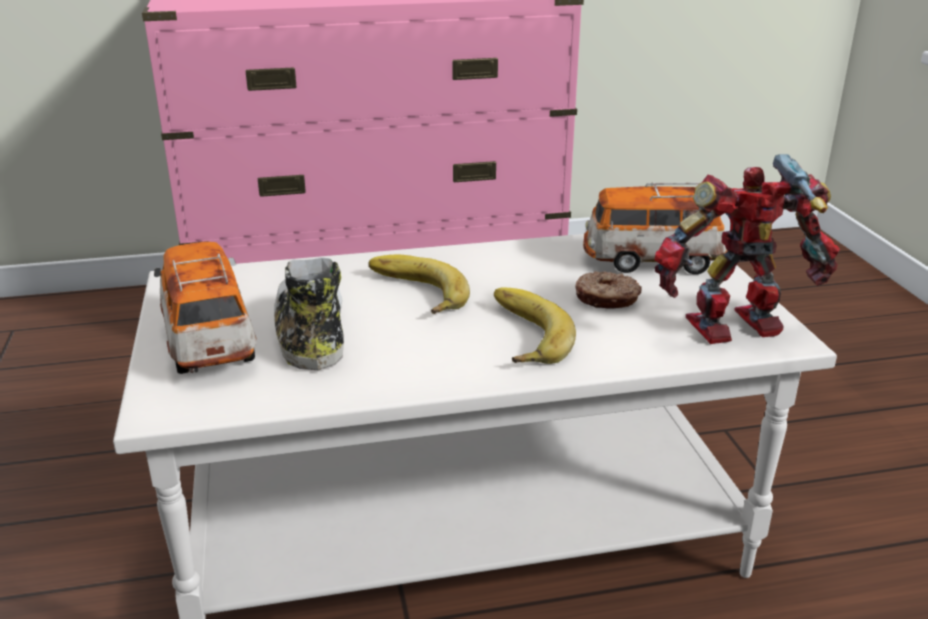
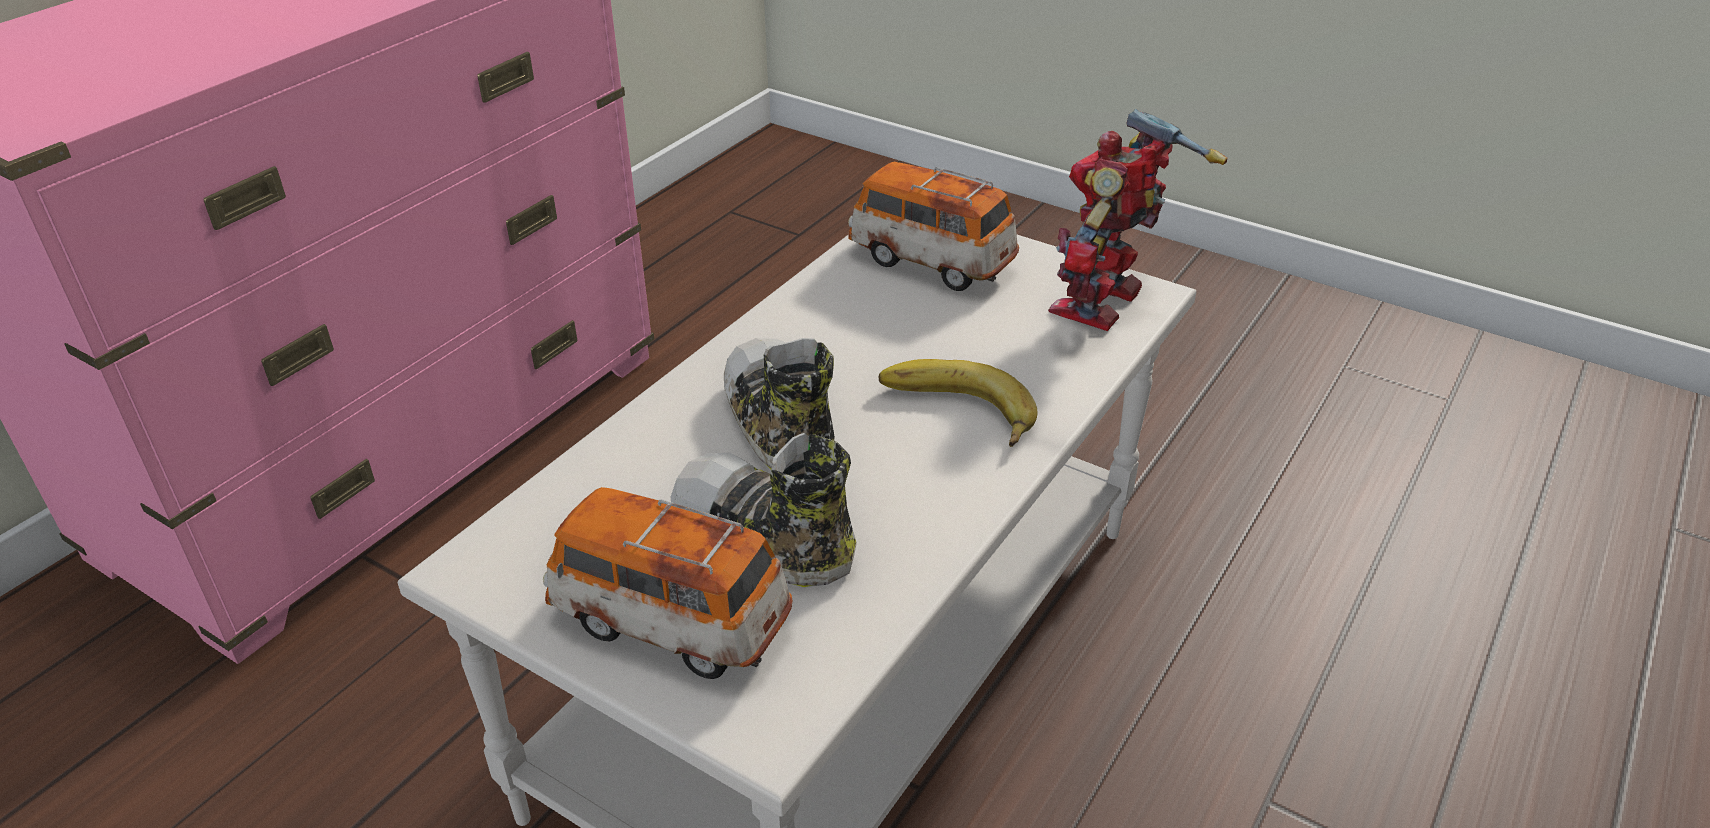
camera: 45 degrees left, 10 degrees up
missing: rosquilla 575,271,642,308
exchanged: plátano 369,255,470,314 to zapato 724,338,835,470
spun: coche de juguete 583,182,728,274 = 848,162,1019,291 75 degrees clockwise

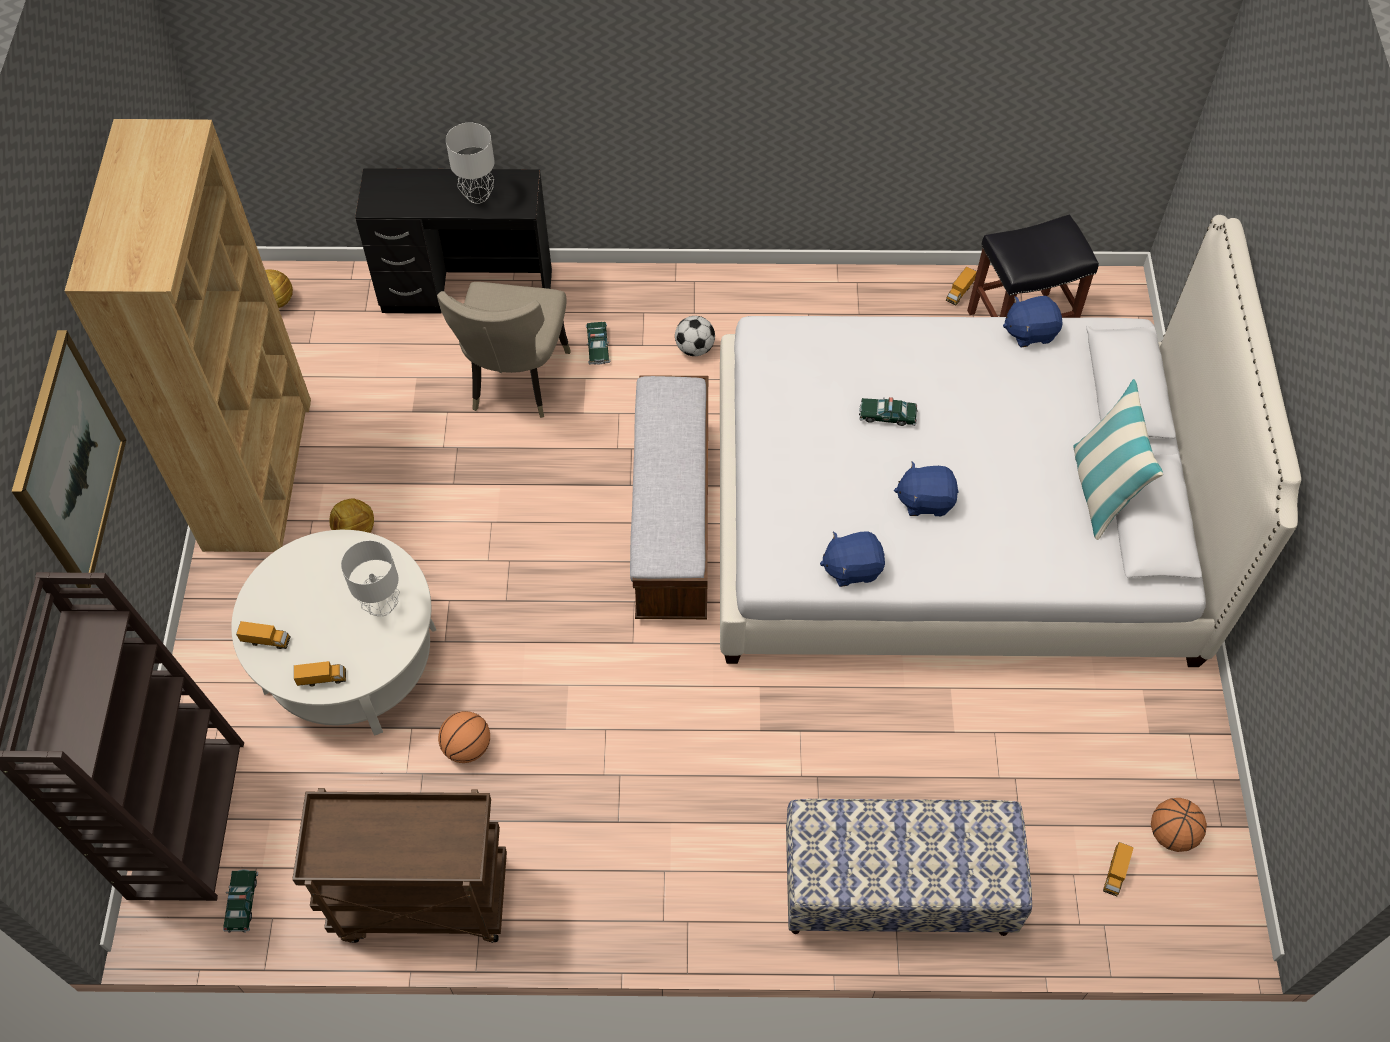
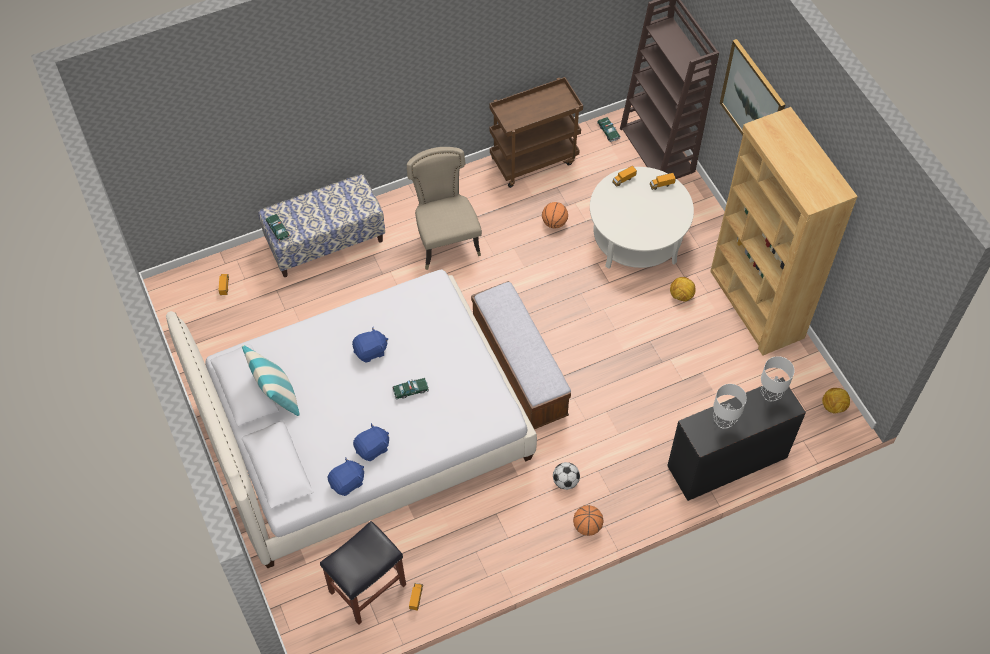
camera: 155 degrees right, 0 degrees up
relocated: lámpara de mesa (gris) 341,540,400,616 to 760,356,794,402; silla (beis) 437,282,571,418 to 407,147,482,270; coche de juguete 586,322,610,365 to 265,214,290,242; peluche (azul) 820,531,885,587 to 353,423,389,461; balón de baloncesto 1151,798,1207,852 to 573,505,603,536

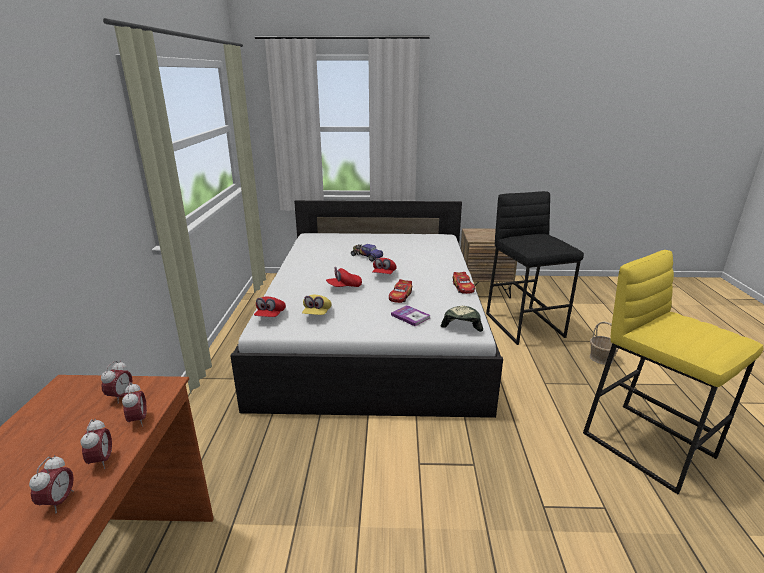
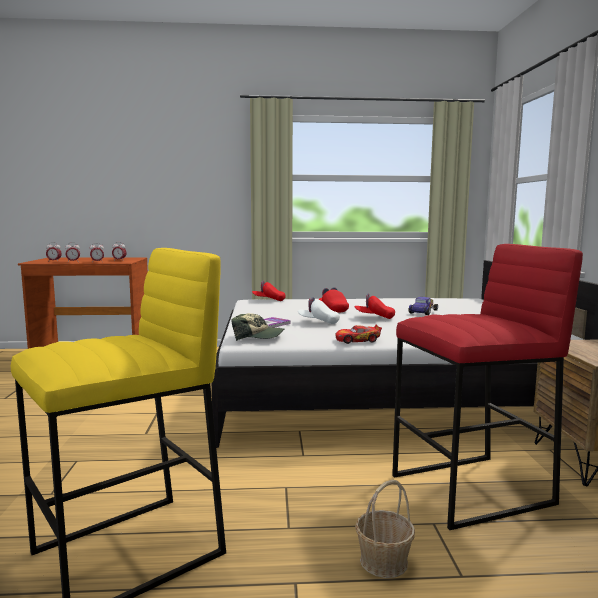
camera: 85 degrees right, 15 degrees down
missing: gorra (amarillo) 302,295,332,315
exchanged: coche de juguete 389,279,412,303 to gorra (blanco) 298,297,340,324
colour: taburete (negro) 486,191,584,345 to taburete (rojo) 392,244,583,530

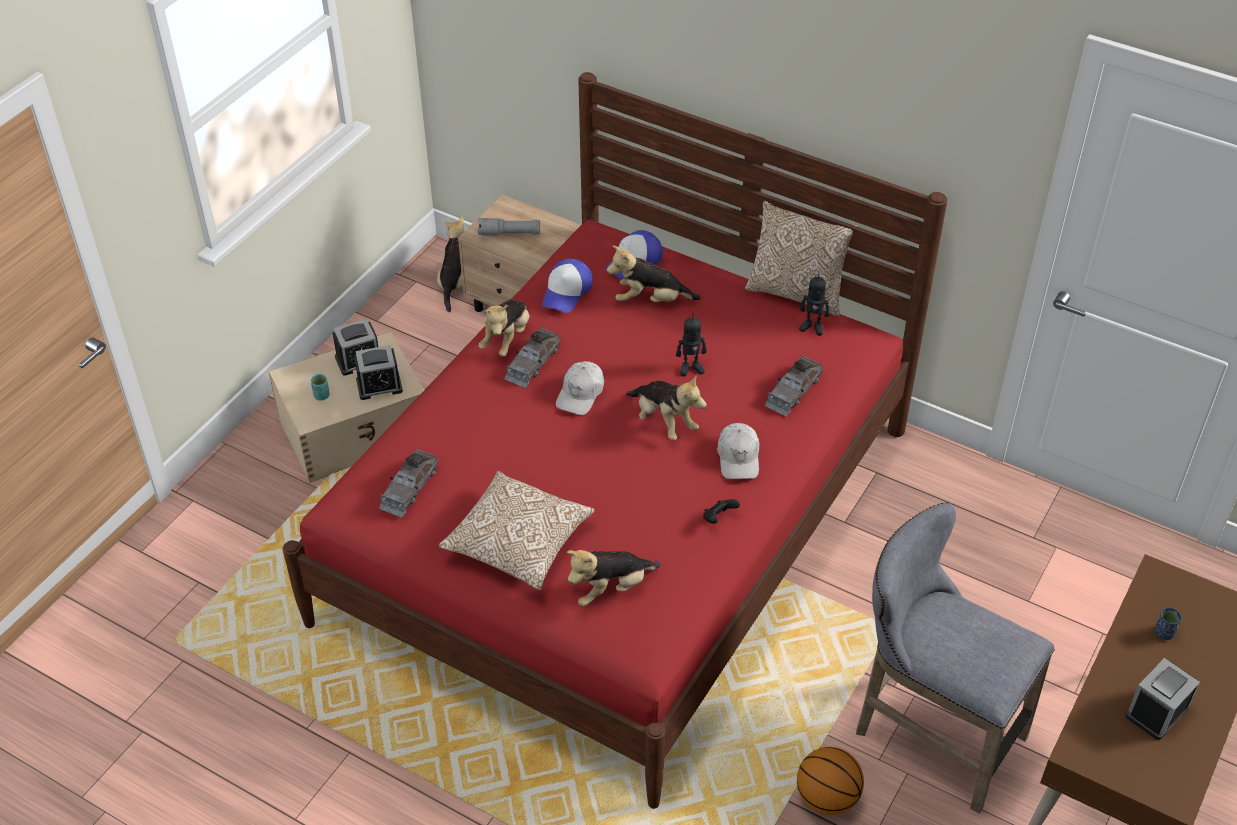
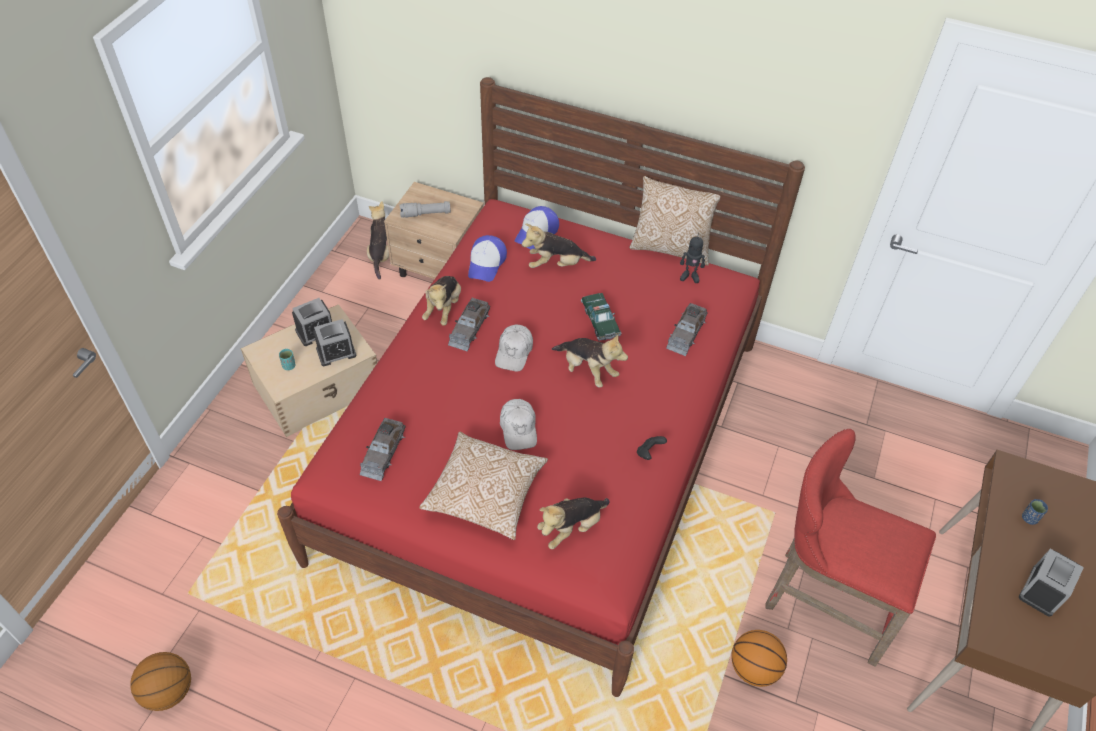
camera: 10 degrees left, 5 degrees up
appeared: balón de baloncesto 130,652,191,711
relocated: gorra (blanco) 717,423,759,479 to 500,399,537,450
exchanged: robot de juguete 676,318,707,377 to coche de juguete 581,293,622,341
colour: taburete (gris) 856,502,1055,814 to taburete (rojo) 765,429,936,667

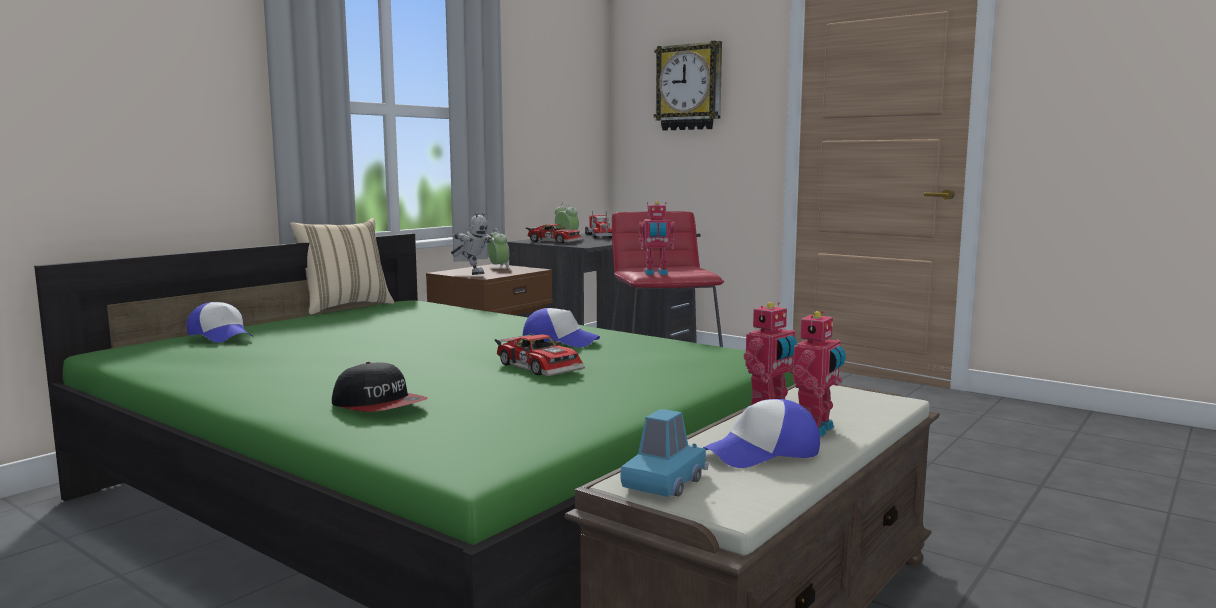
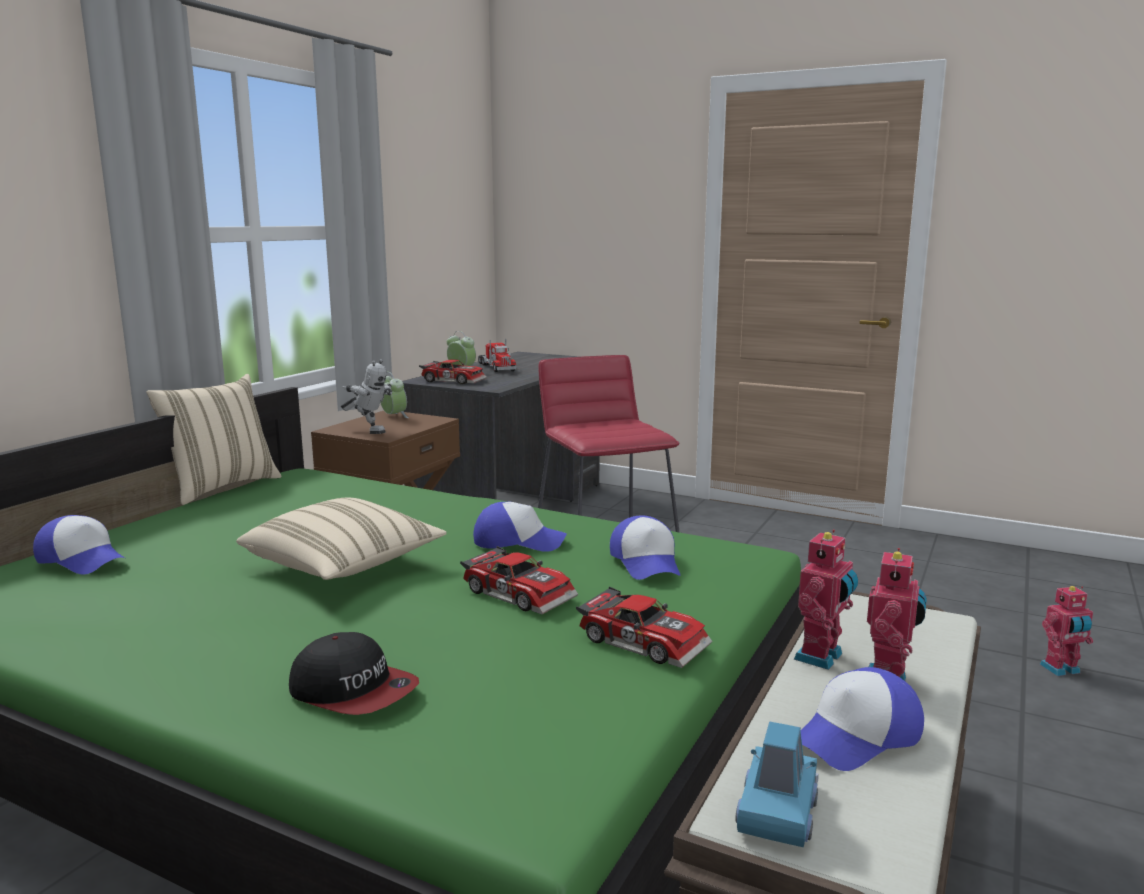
camera: 10 degrees left, 5 degrees up
missing: reloj de pared 654,41,722,131
appeared: cojín (beis) 236,497,447,580; coche de juguete 576,586,712,668; gorra 610,516,680,580
relocated: robot de juguete 638,201,675,275 to 1040,586,1093,676

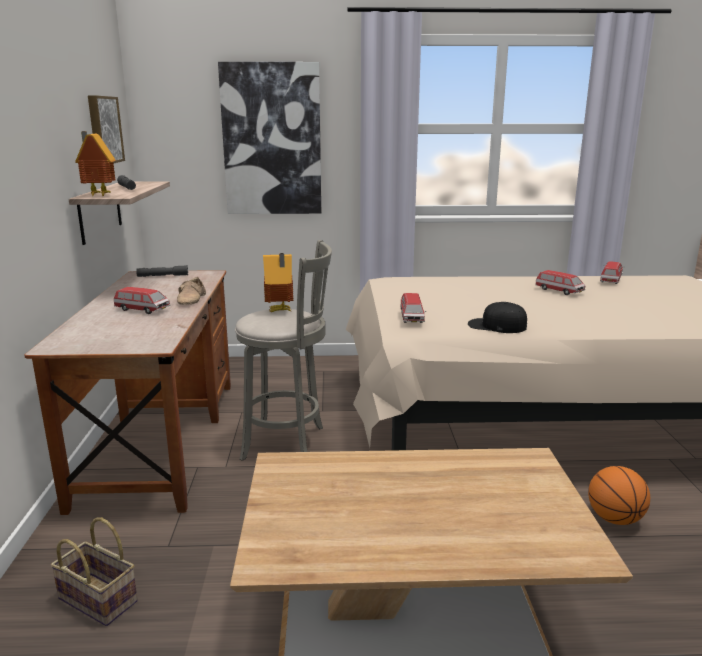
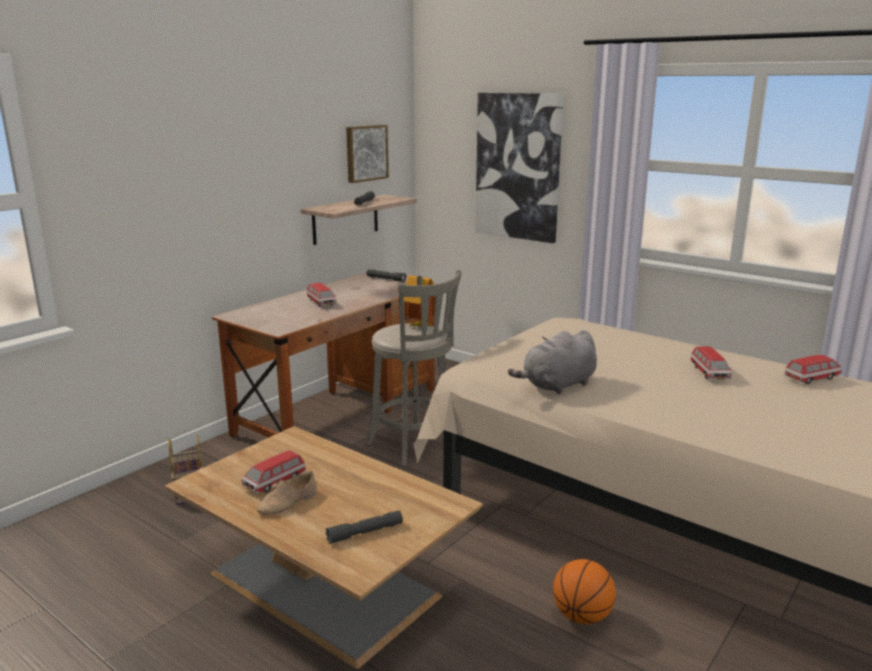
camera: 40 degrees right, 0 degrees up
missing: casita 75,131,116,196
appeared: linterna (gris) 326,511,403,544
relocated: zapato (beis) 177,277,206,305 to 257,471,317,515; coche de juguete 401,293,426,323 to 242,450,306,494
exchanged: gorra (negro) 468,302,527,333 to peluche (gris) 508,330,597,394

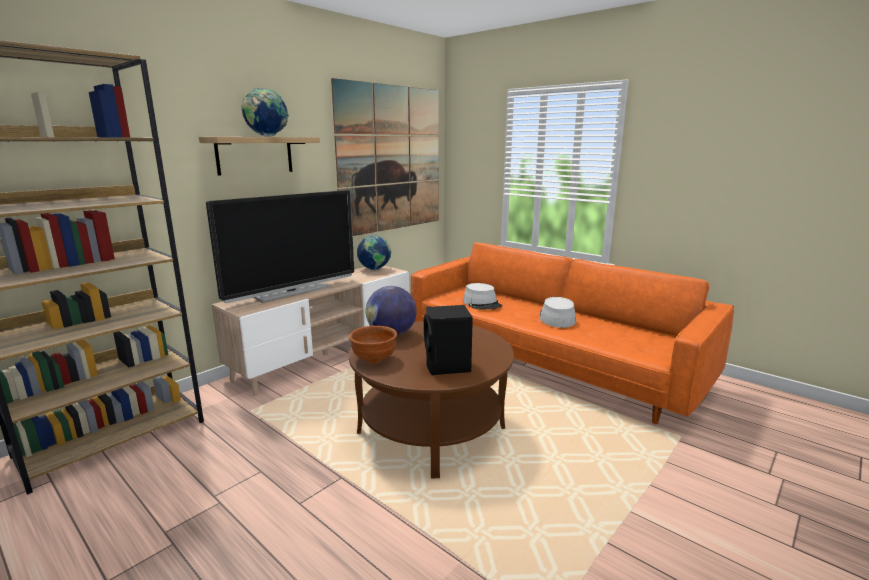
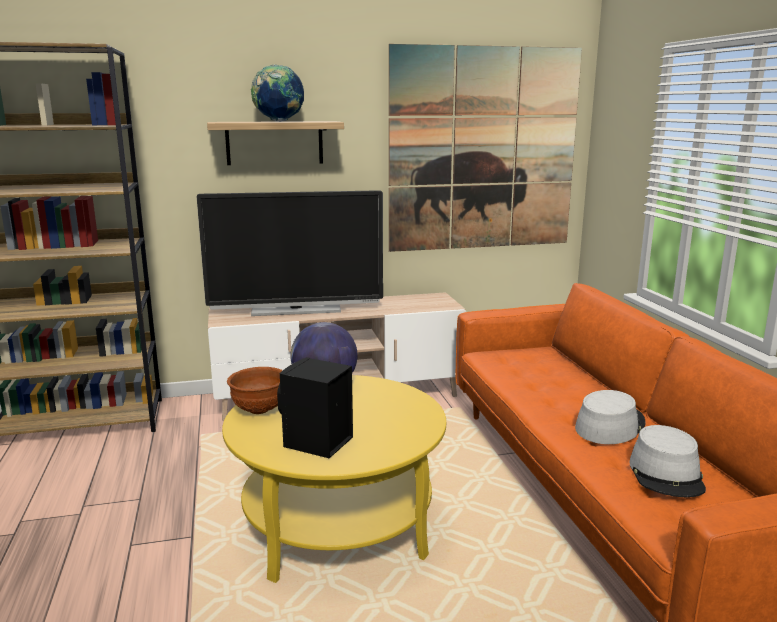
camera: 35 degrees right, 0 degrees up
missing: globo terráqueo 357,235,391,270
relocated: sombrero (gris) 463,283,502,310 to 630,425,706,497
colour: mesa de centro (marrón) 349,321,514,479 to mesa de centro (amarillo) 222,375,446,583

